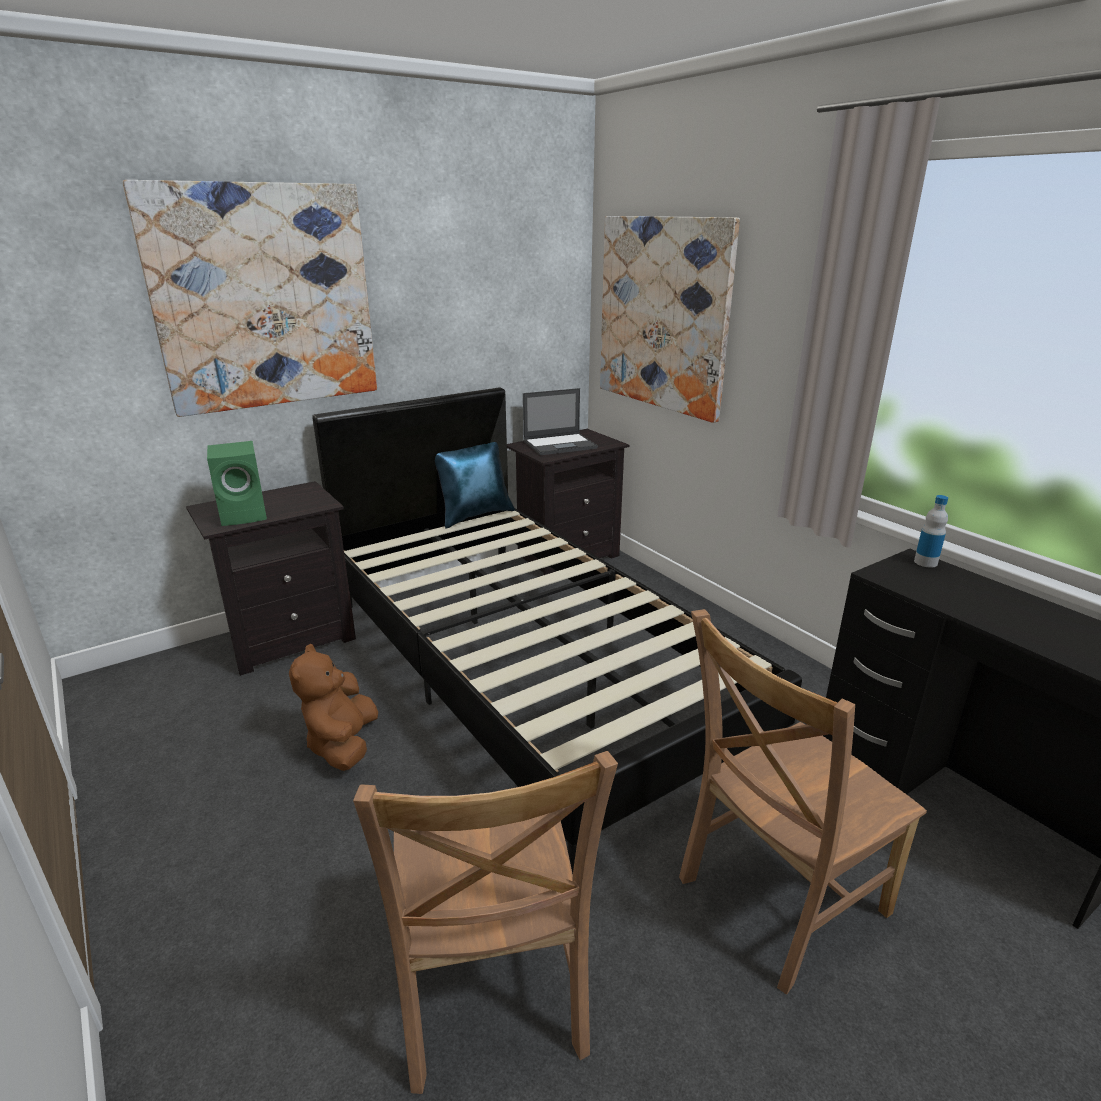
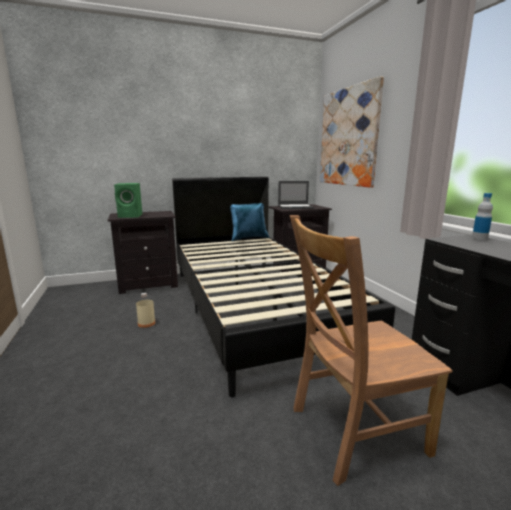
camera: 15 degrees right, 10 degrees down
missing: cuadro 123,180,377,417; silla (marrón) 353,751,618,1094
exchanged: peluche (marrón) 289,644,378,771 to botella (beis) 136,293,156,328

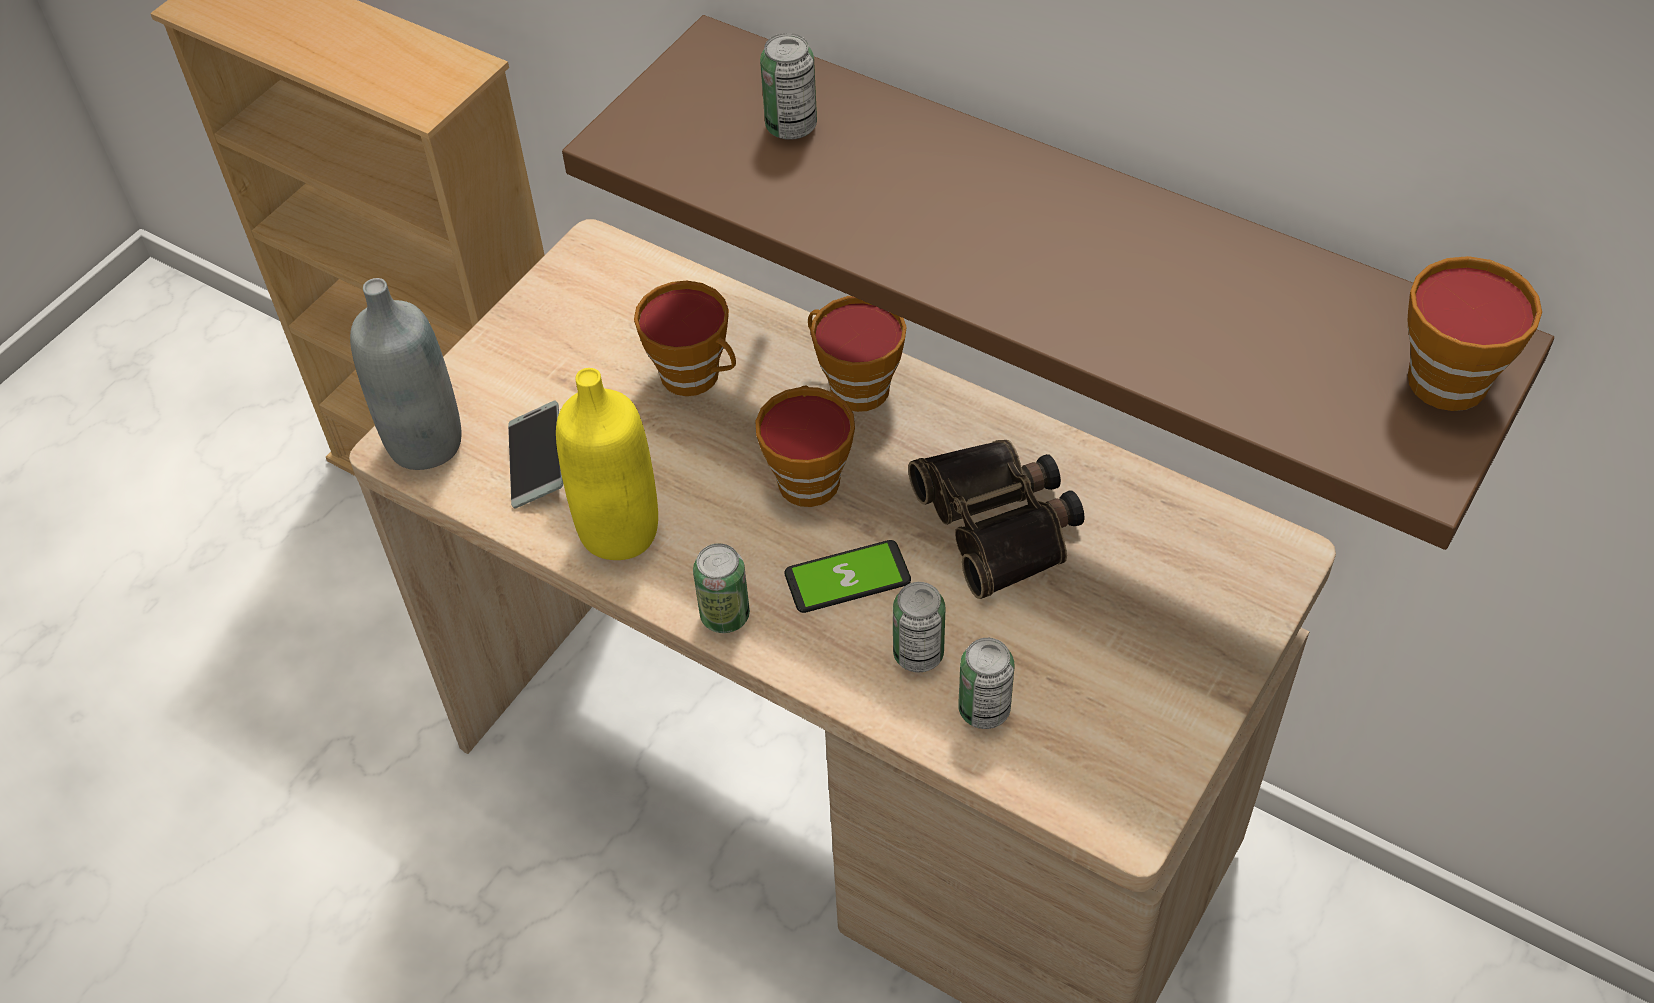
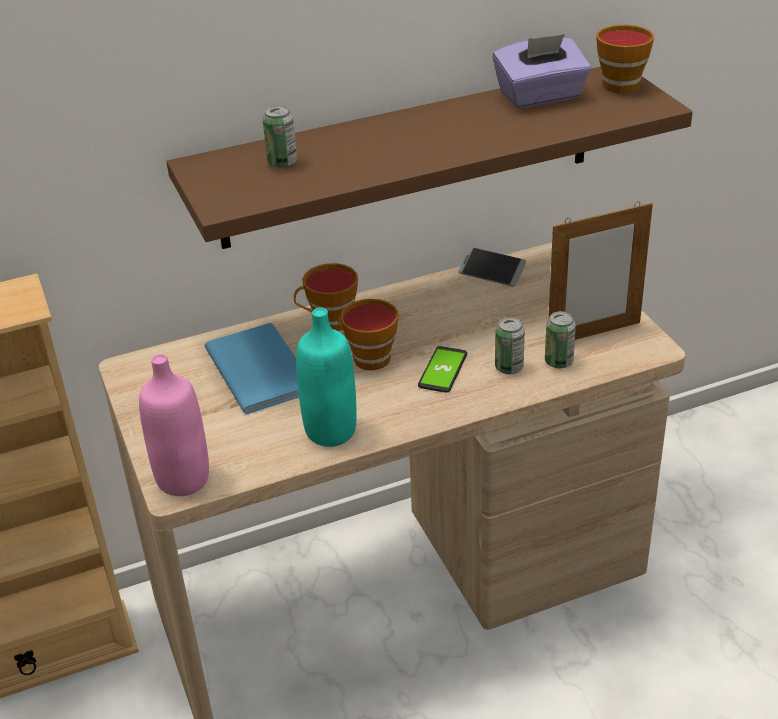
camera: 55 degrees left, 15 degrees down
missing: lata 693,543,750,633; prismáticos 908,440,1085,599
appeared: caja de pañuelos (morado) 493,34,591,109; portarretratos 548,202,653,340
relocated: móvil 508,400,563,508 to 458,247,526,287
exchanged: taza 634,281,736,396 to libro (azul) 205,323,299,414
colour: botella (gris) 350,278,462,470 to botella (rosa) 139,354,209,496; botella (amarillo) 556,368,658,560 to botella (turquesa) 296,308,357,447

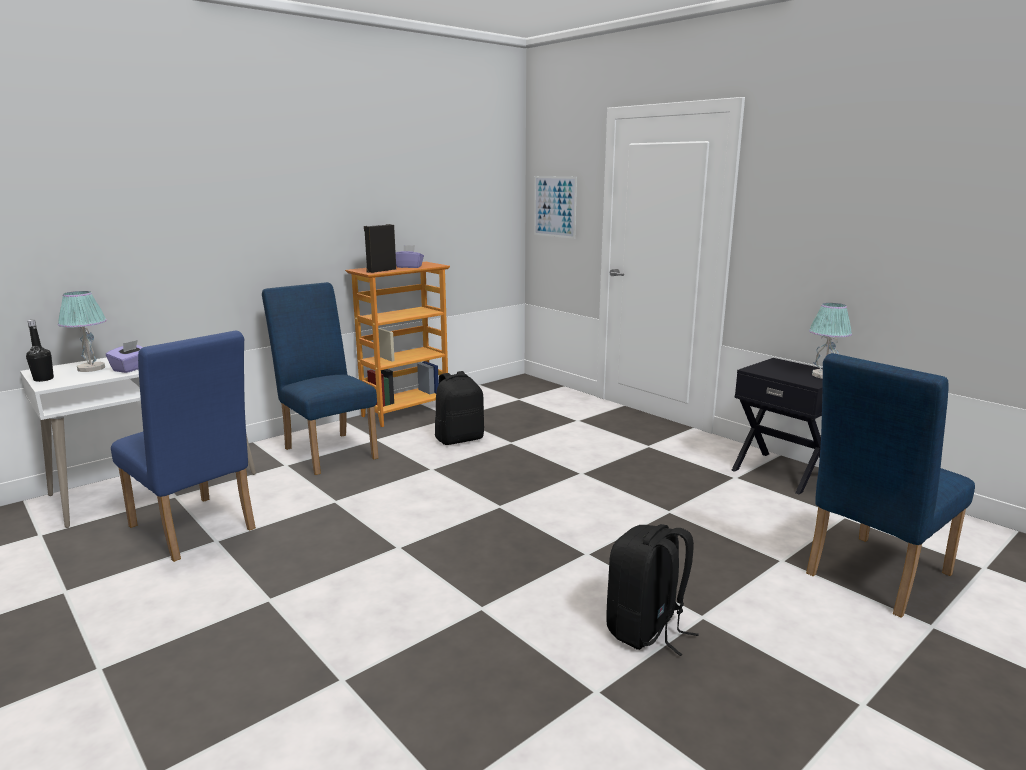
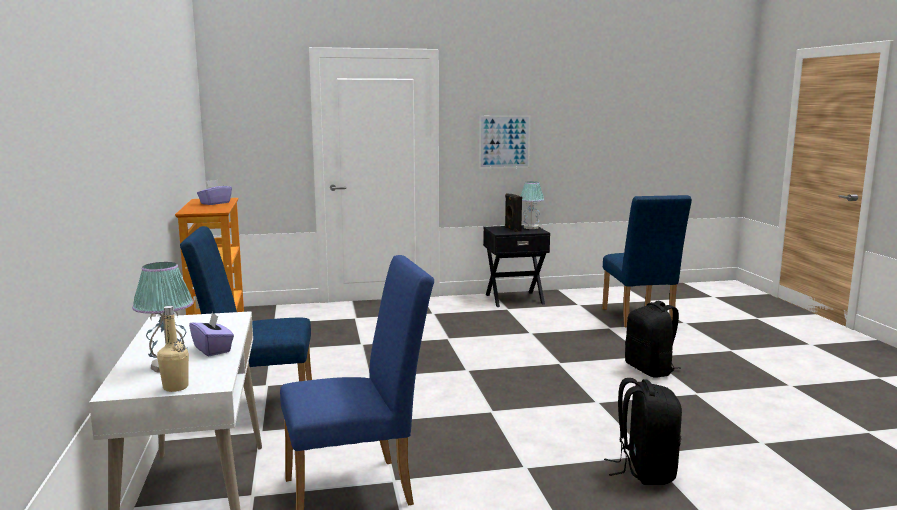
camera: 60 degrees left, 5 degrees down
relocated: altavoz (negro) 364,224,396,273 to 505,194,522,232; mochila (negro) 435,371,484,445 to 604,378,682,485; cuadro 534,176,577,239 to 479,115,531,169
colour: botella (negro) 26,320,54,382 to botella (beis) 157,306,189,392

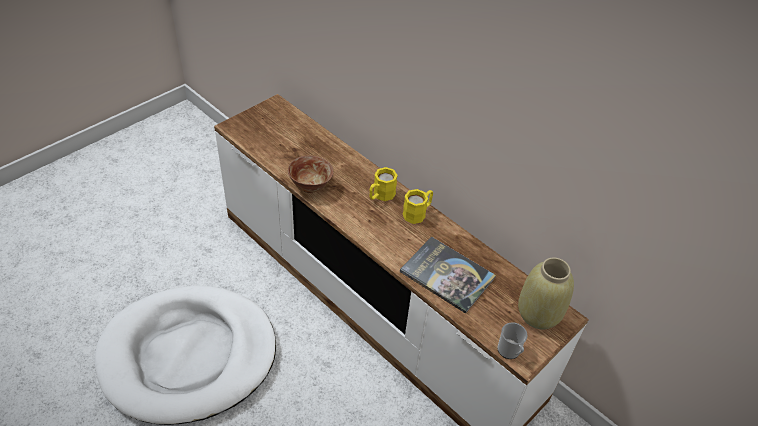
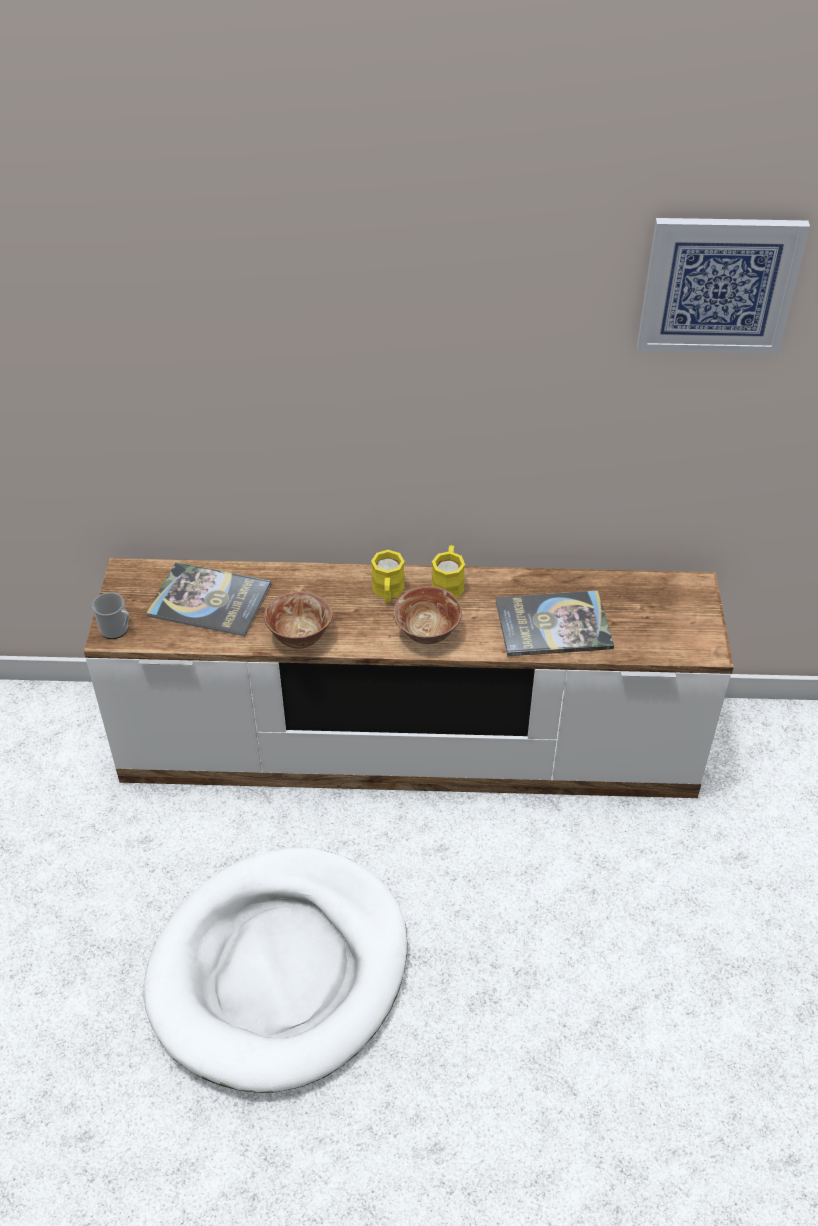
camera: 40 degrees left, 0 degrees up
missing: florero (beis) 518,257,574,329
appeared: libro 146,562,271,637; cuenco 393,586,462,644; cuadro 637,218,810,354
relocated: taza grande 497,322,527,359 to 92,592,130,639

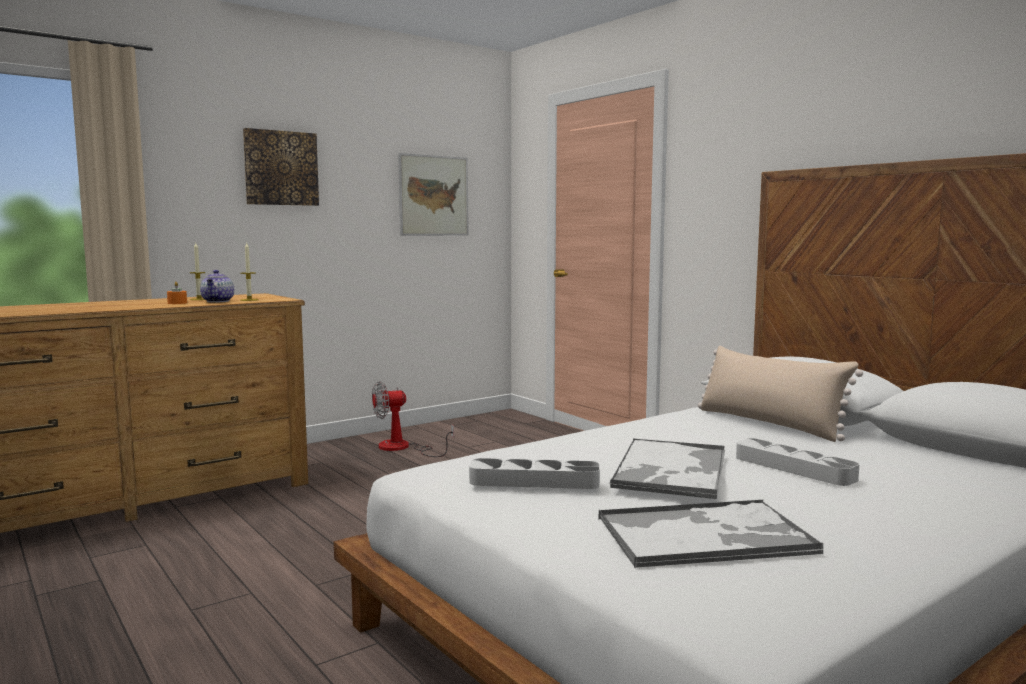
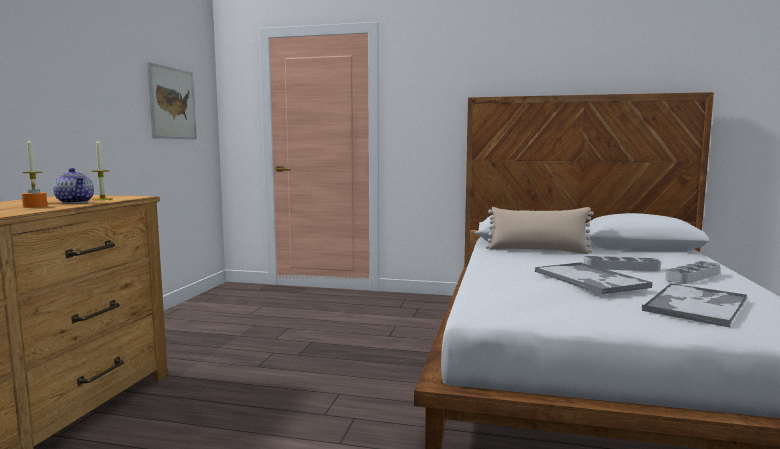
camera: 40 degrees left, 0 degrees up
missing: cuadro 243,128,319,206; ventilador 372,381,454,457
relocated: bandeja (gris) 469,458,600,489 to 665,261,720,284

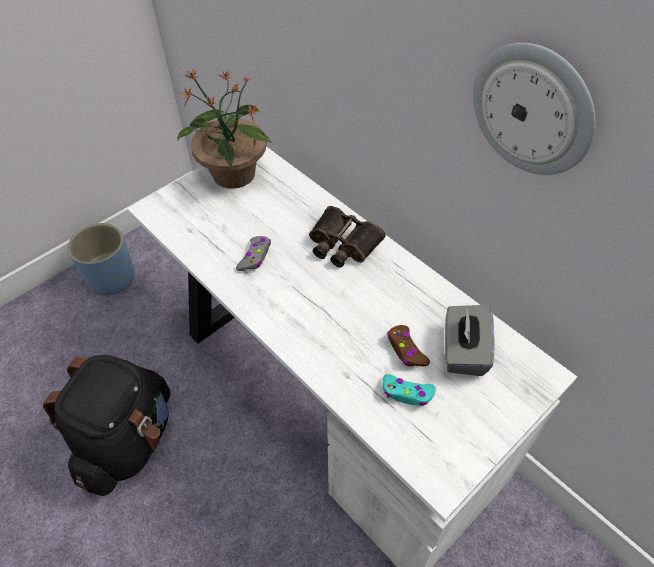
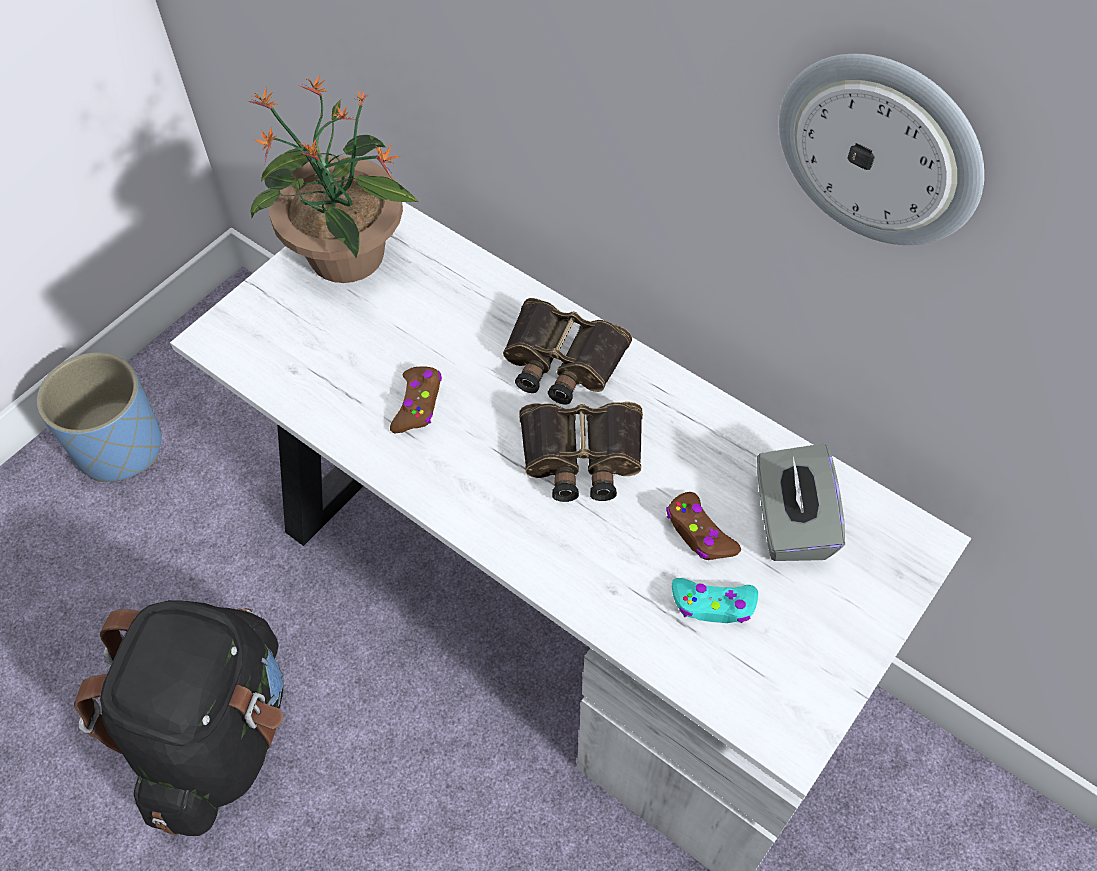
camera: 10 degrees left, 5 degrees up
appeared: prismáticos 520,402,643,502
colour: mando de consola (gris) 236,236,271,271 to mando de consola (marrón) 390,366,442,433

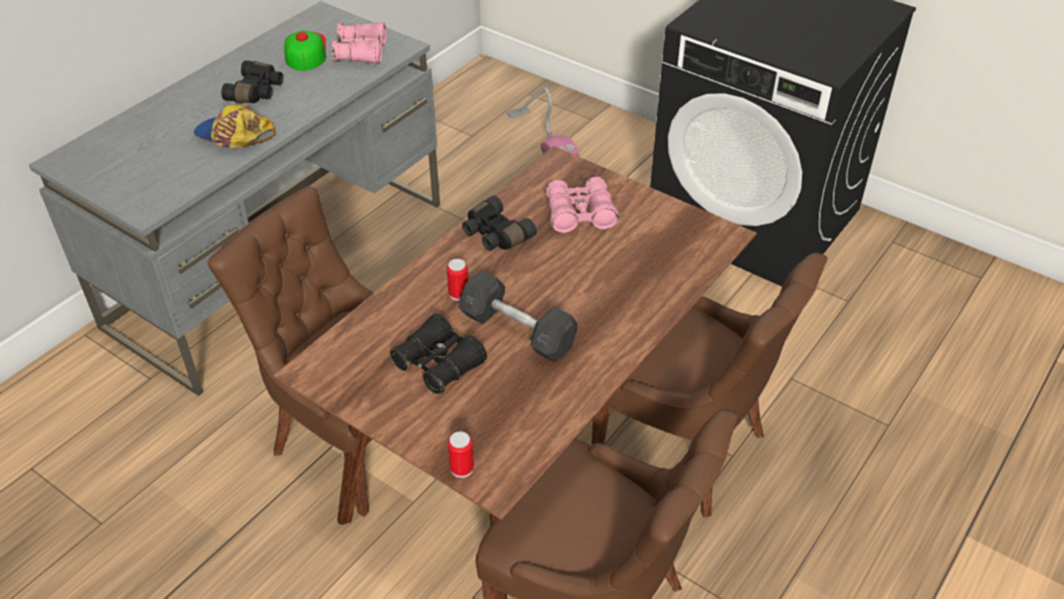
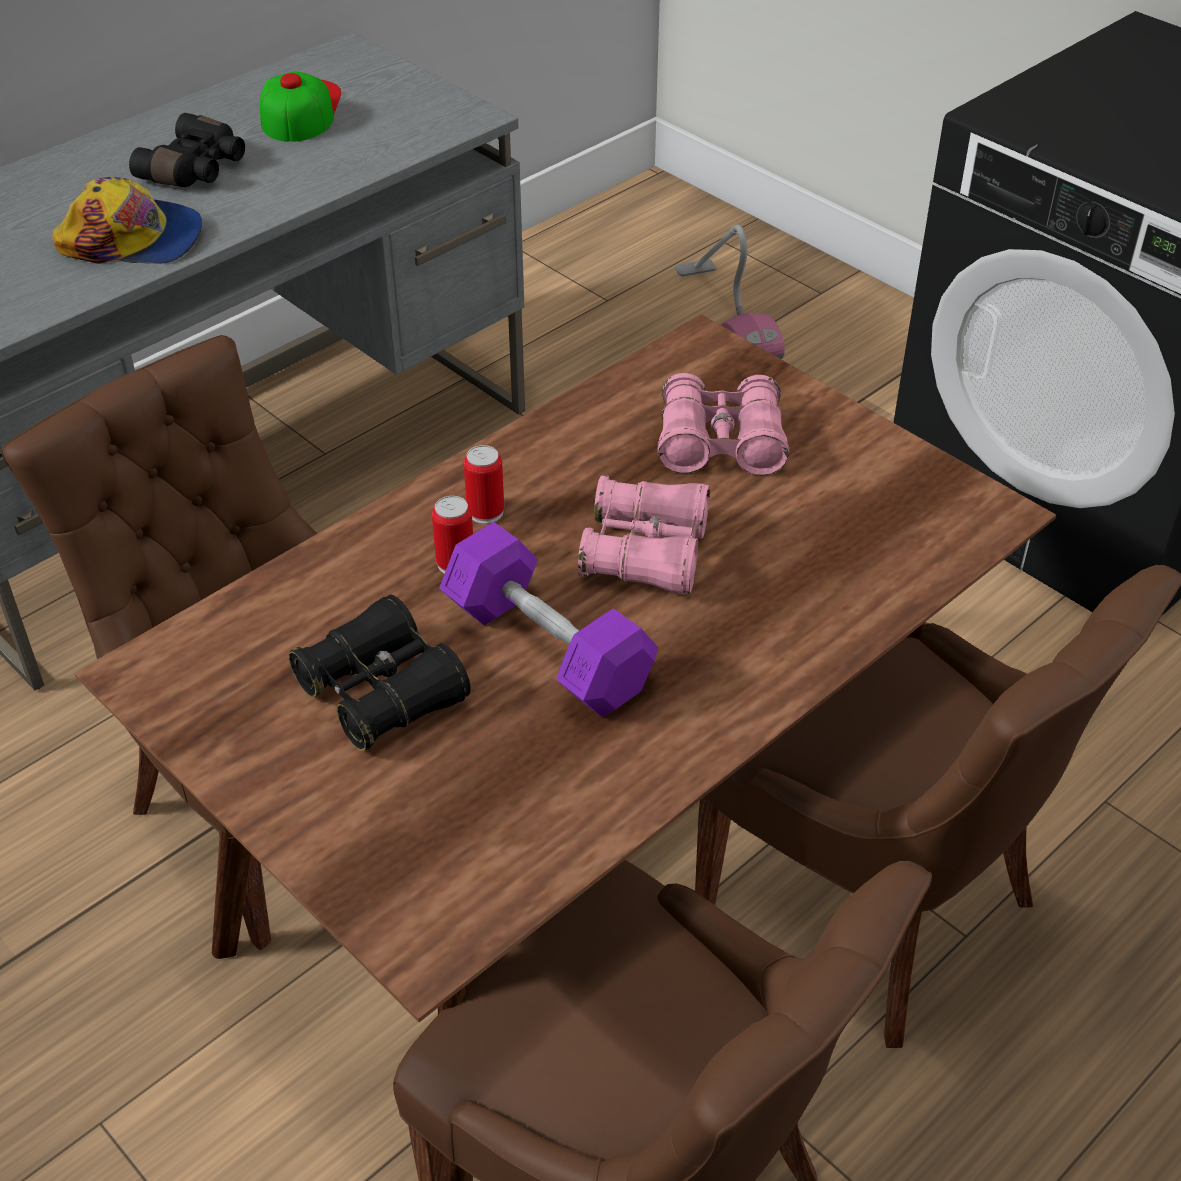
camera: 10 degrees right, 0 degrees up
missing: prismáticos (negro) 462,195,537,251
relocated: prismáticos (rosa) 332,22,386,64 to 578,475,710,595; lata 448,431,474,478 to 464,445,504,524
colour: mancuerna (gris) 458,270,578,362 to mancuerna (morado) 439,522,658,717
spun: gorra 193,105,275,148 = 52,177,202,264 150 degrees clockwise

